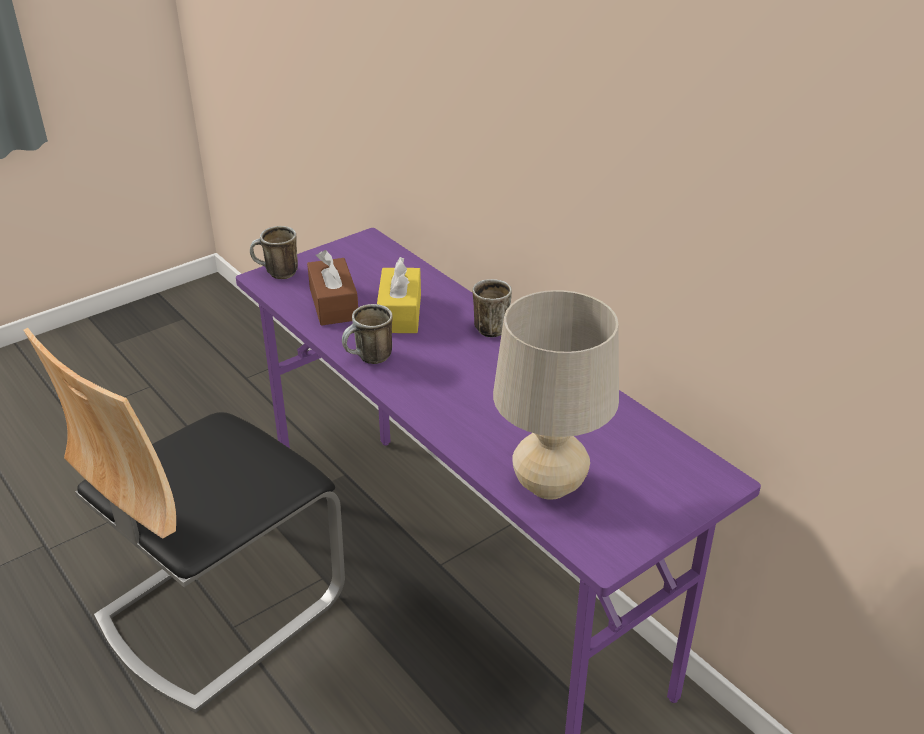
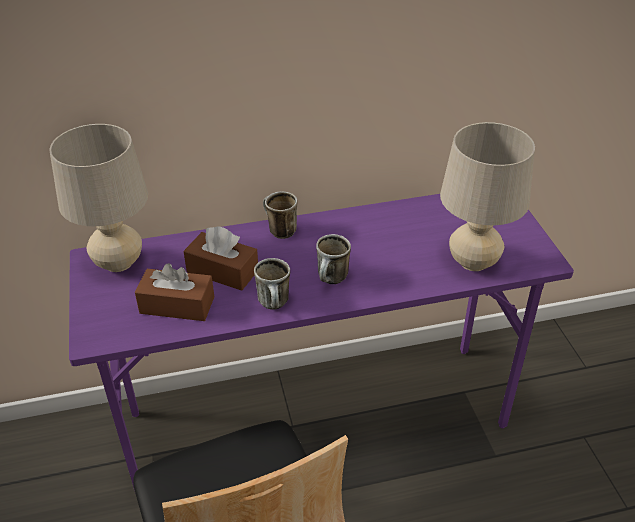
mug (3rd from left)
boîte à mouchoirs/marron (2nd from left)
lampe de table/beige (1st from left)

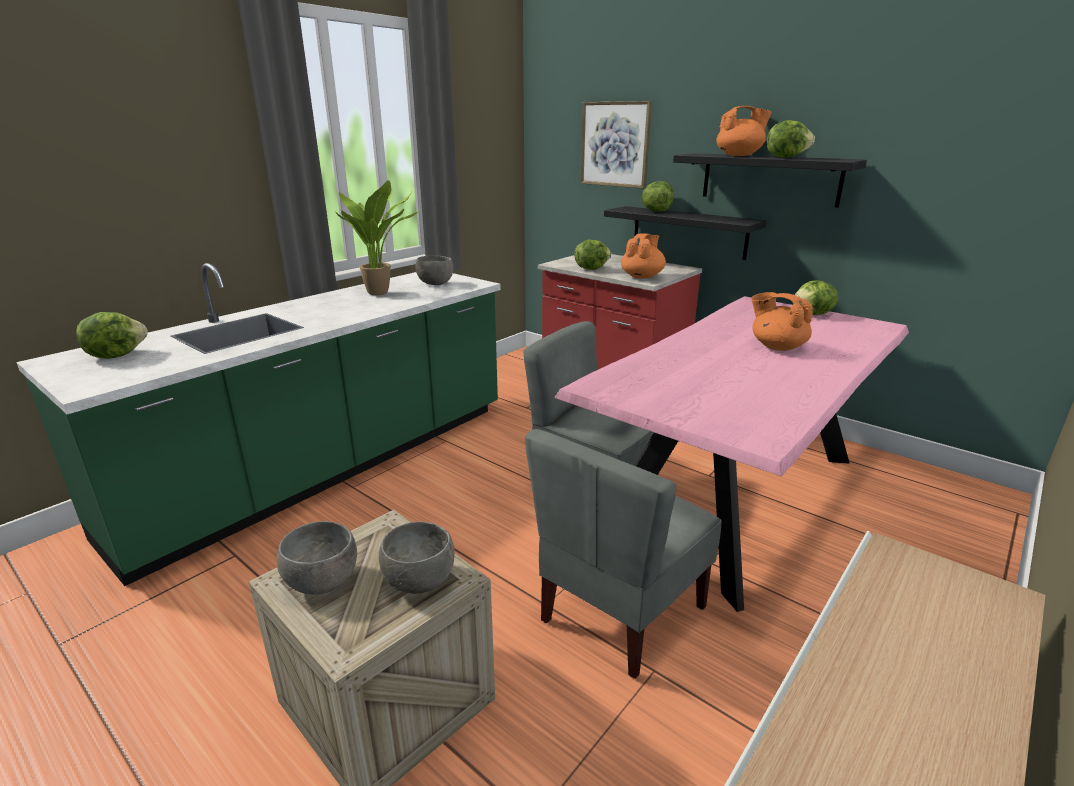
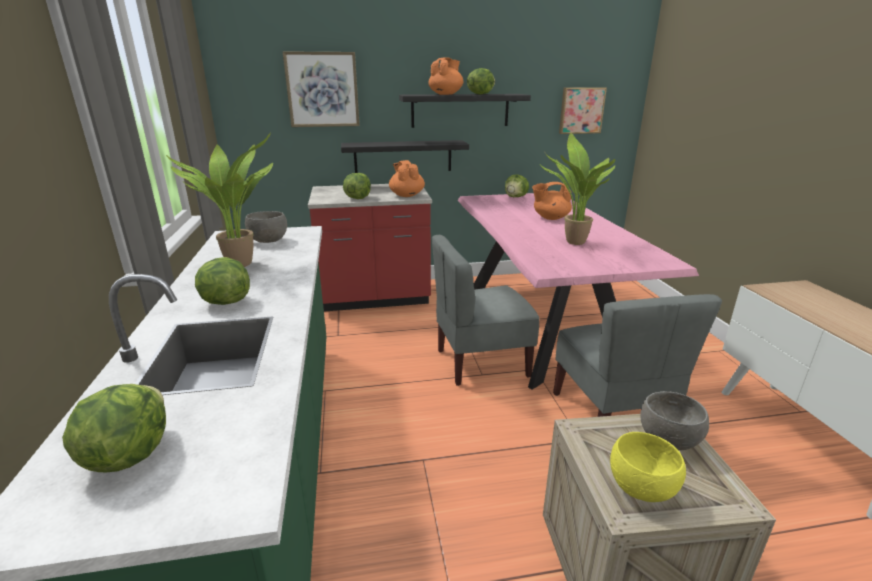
bol/jaune
laitue (2nd from left)
plante en pot (2nd from left)
tableau (2nd from left)

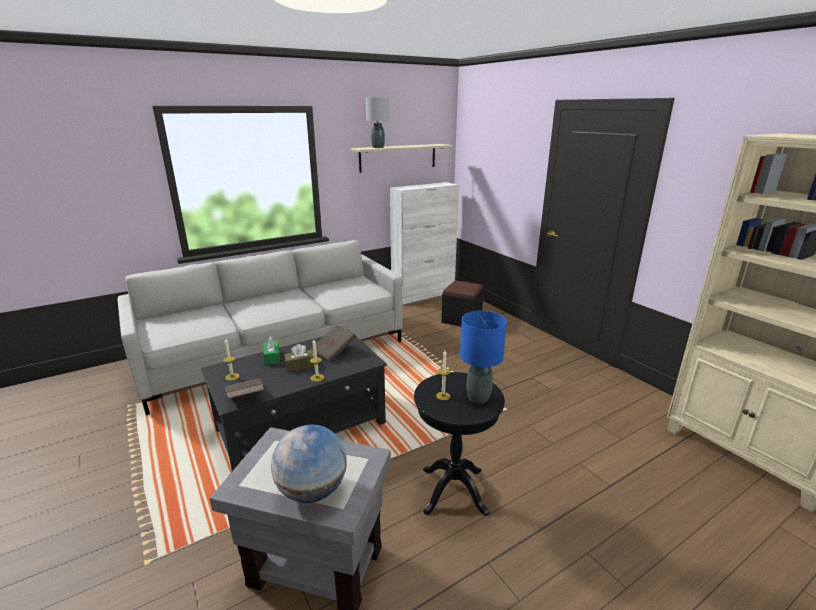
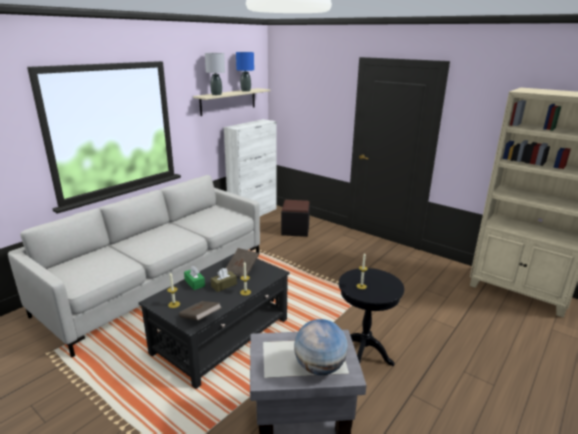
lampe de table/bleu

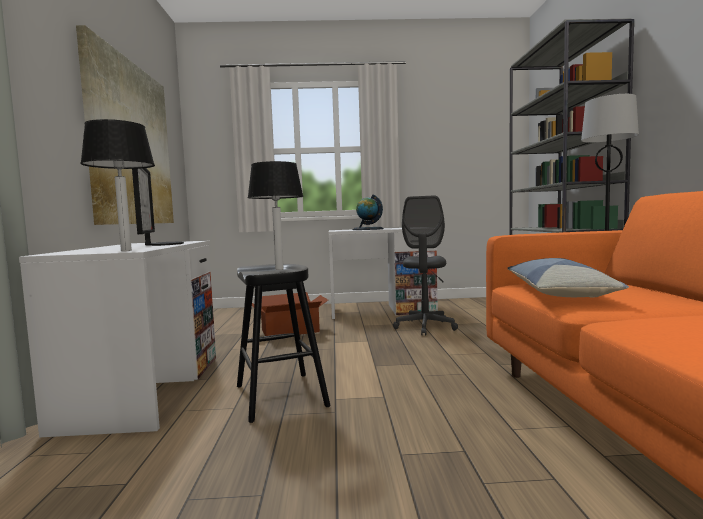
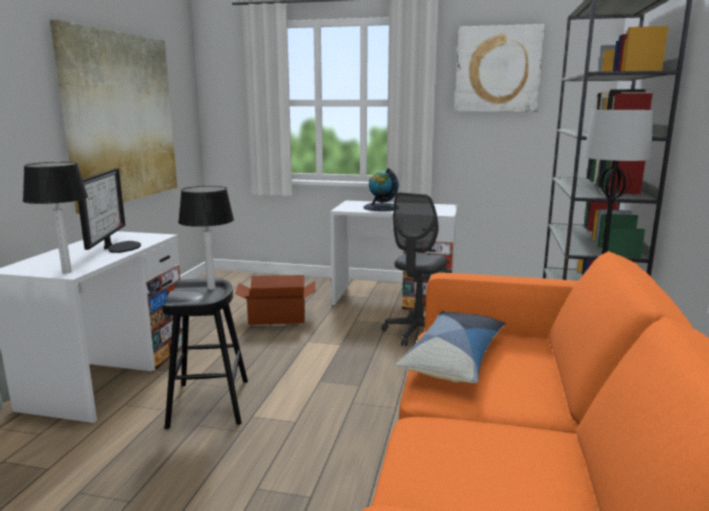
tableau (2nd from left)

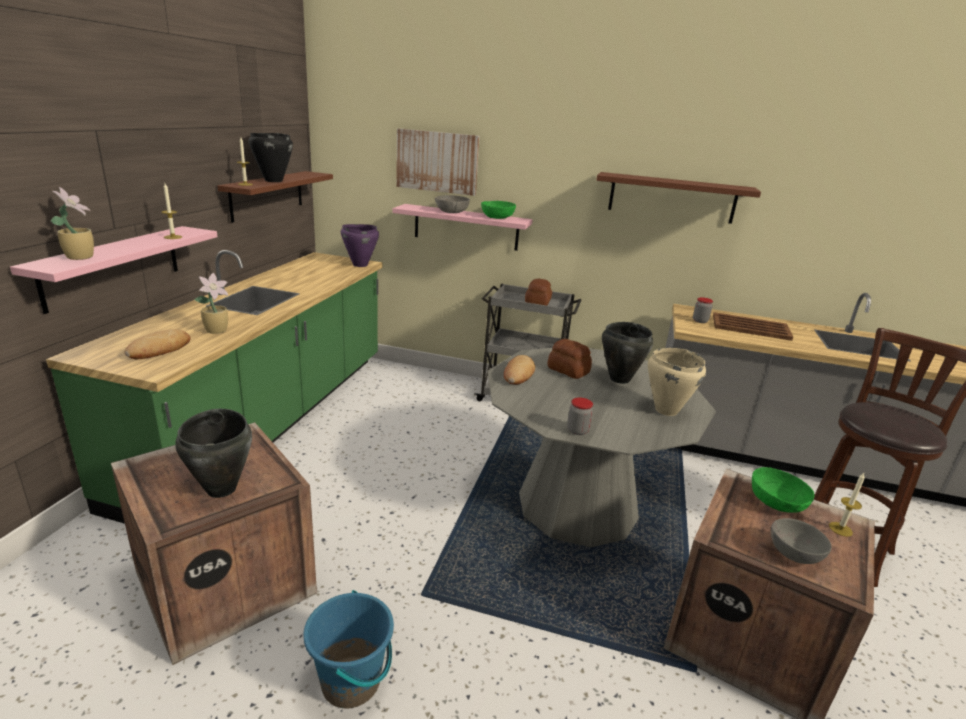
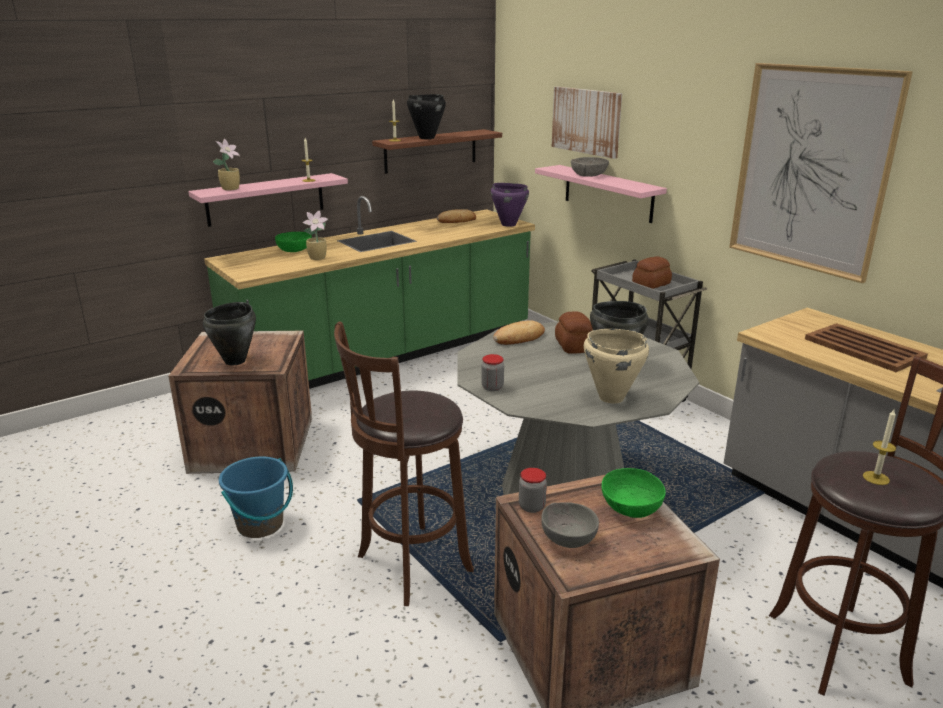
pain (1st from left)
bol/vert (1st from left)
tableau (2nd from left)
bocal (2nd from left)
bougie (3rd from left)
tabouret/marron (1st from left)

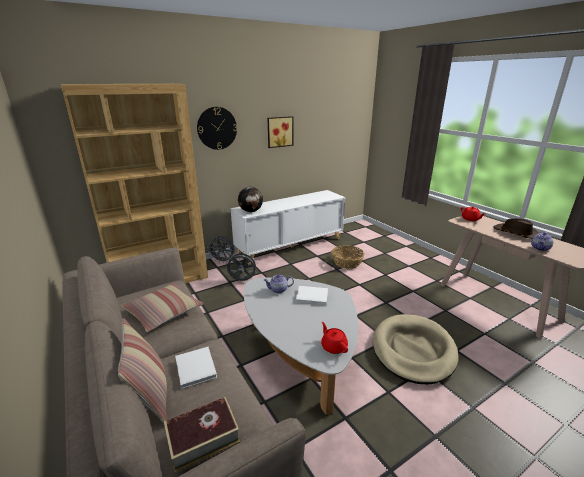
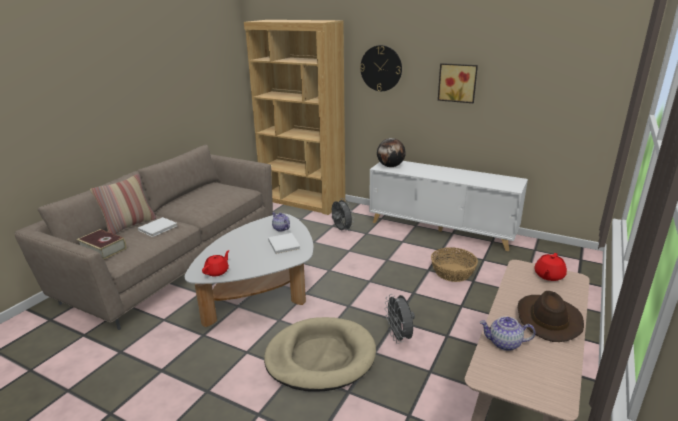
coussin (2nd from left in the first image)
ventilateur/gris (2nd from left)

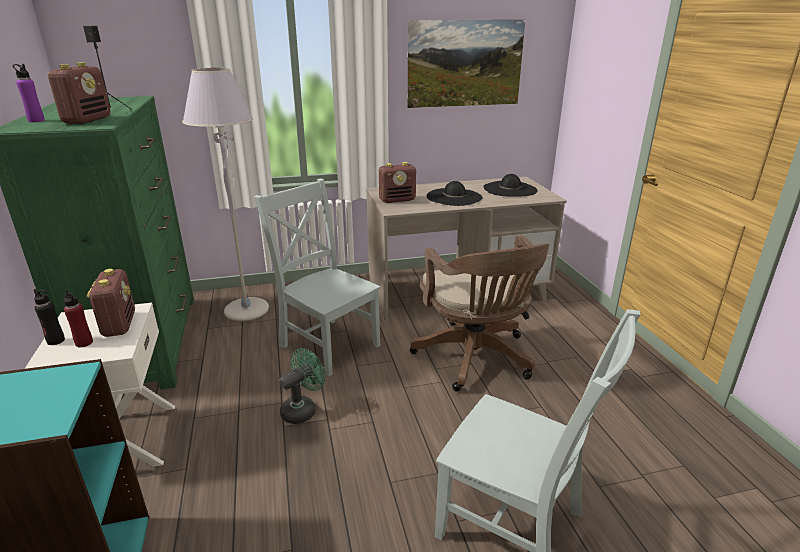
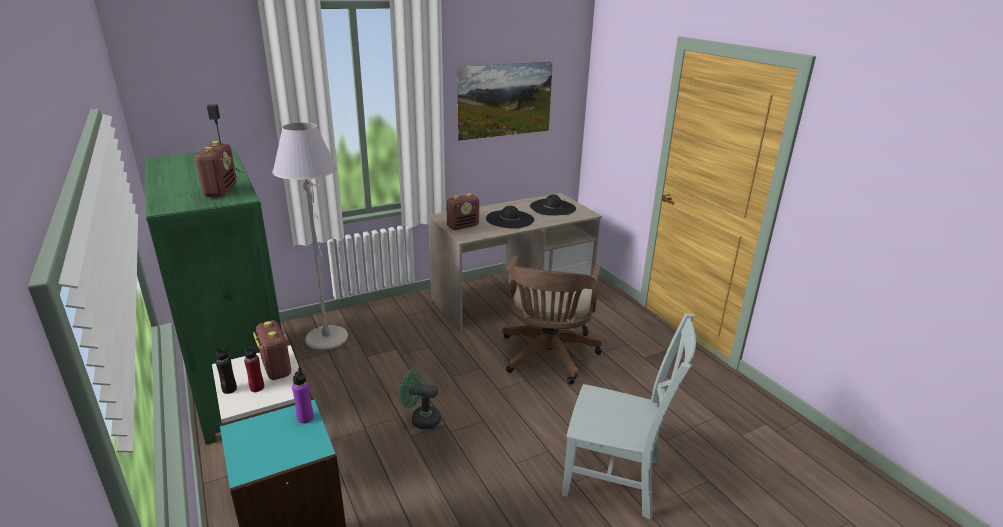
bouteille/violet
chaise/gris (1st from left in the first image)
ventilateur/vert
chaise de bureau/marron

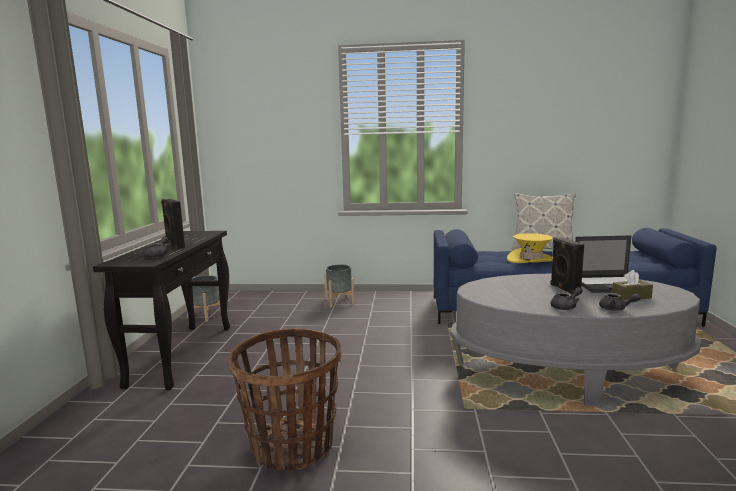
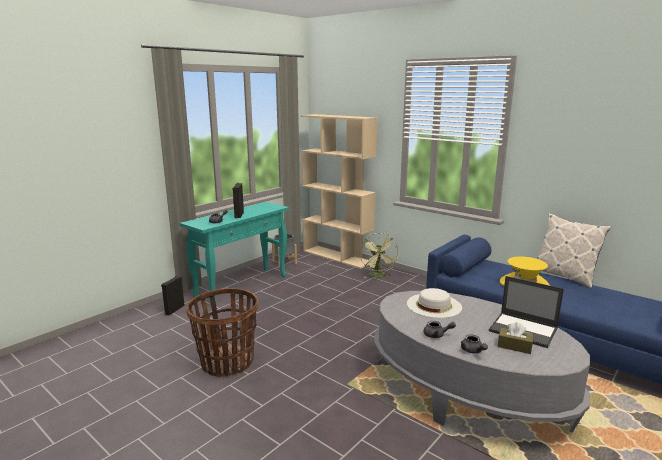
table console/turquoise
ventilateur/vert
enceinte/noir (1st from left)
bibliothèque/beige
chapeau/blanc

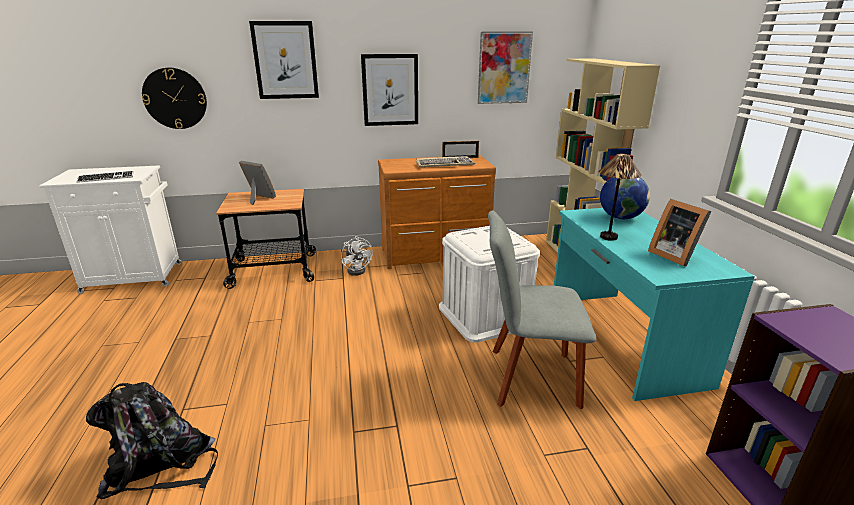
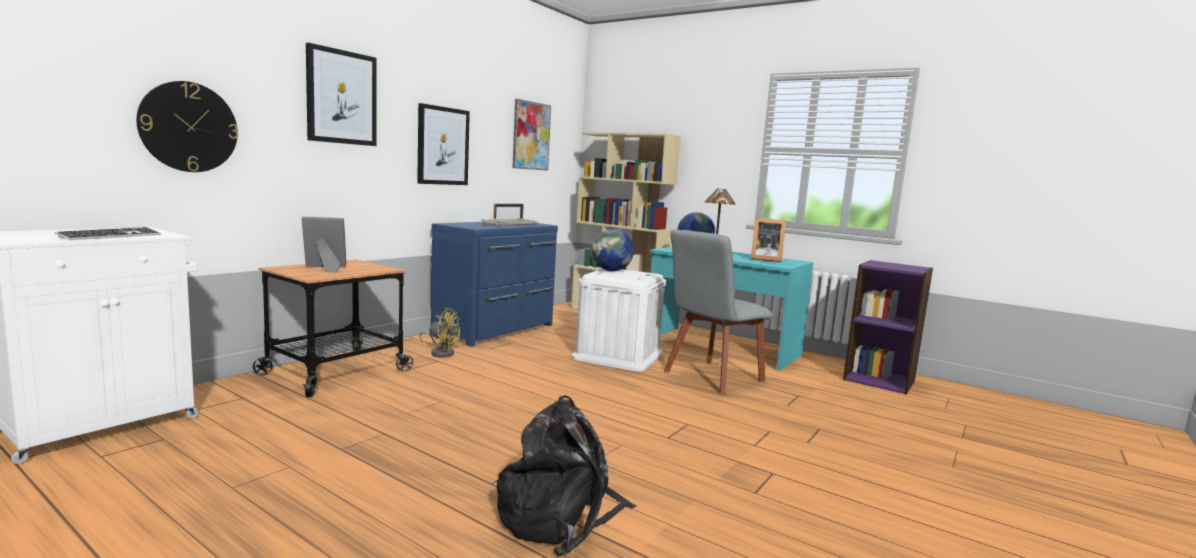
ventilateur/jaune
commode/bleu
globe (1st from left)

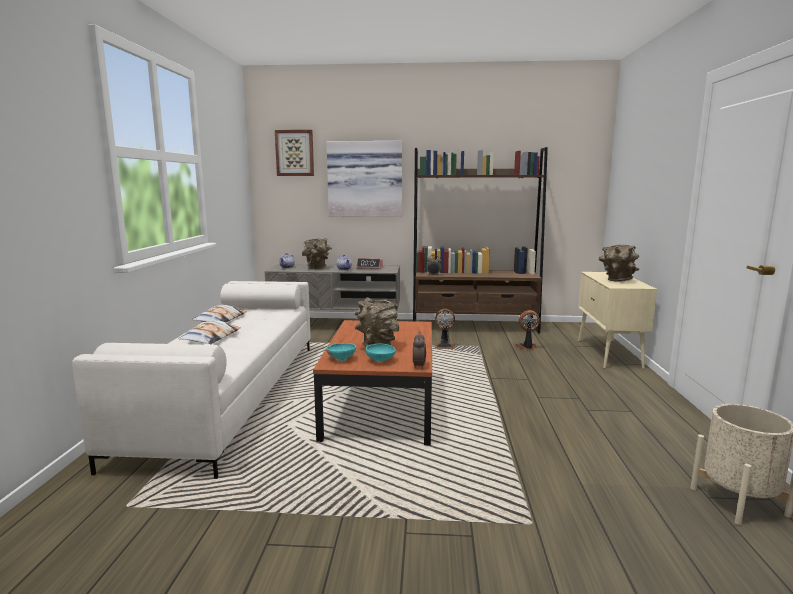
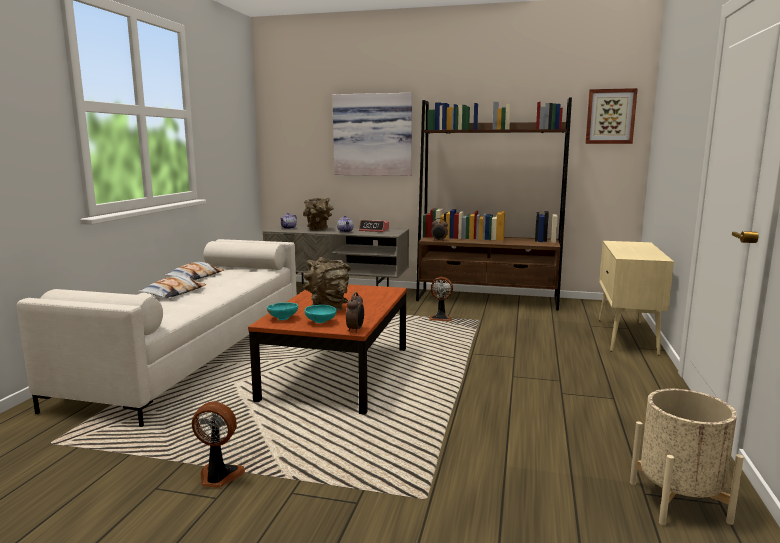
tableau (2nd from left)
ventilateur (1st from left)
vase/marron (3rd from left in the first image)

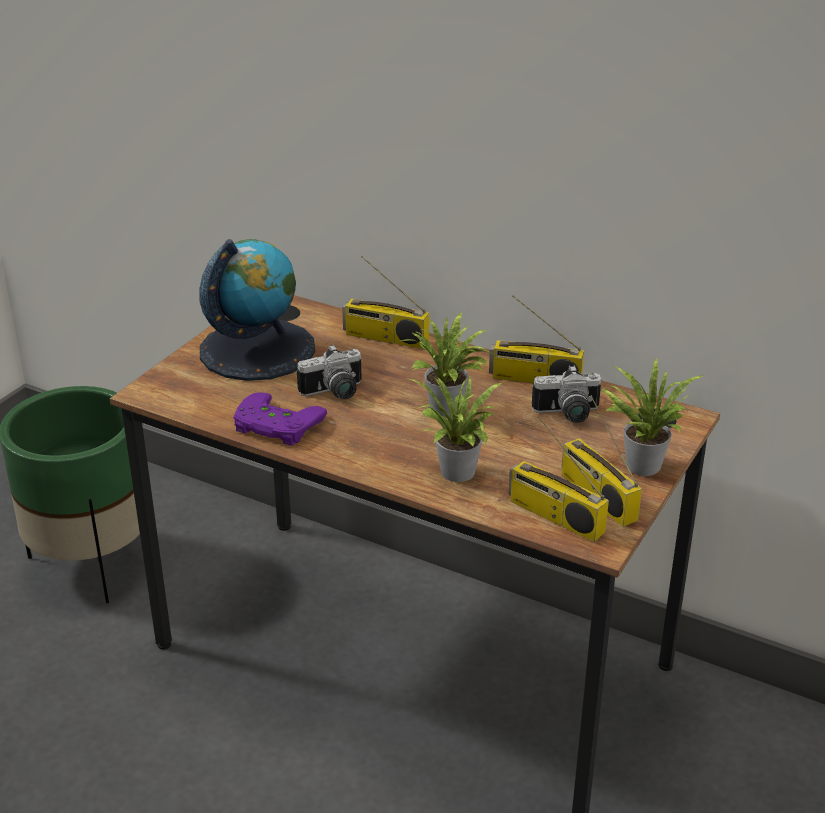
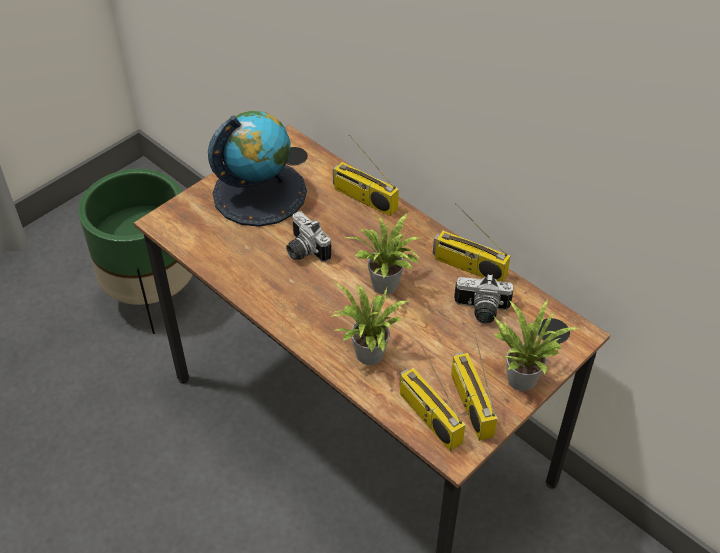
manette/violet
appareil photo (1st from left)

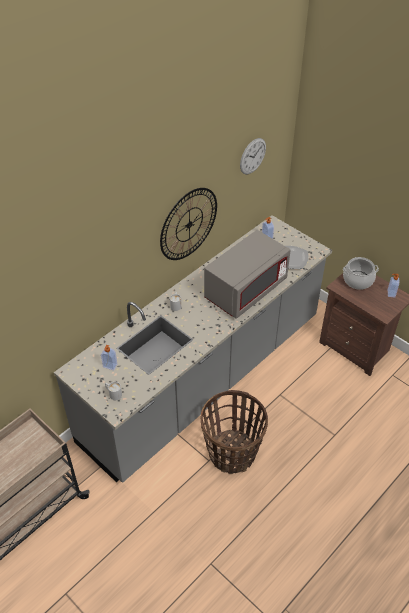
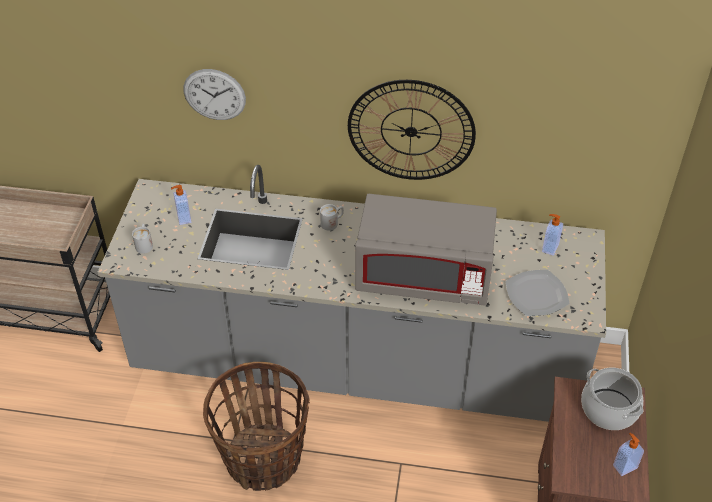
horloge murale (1st from left)

